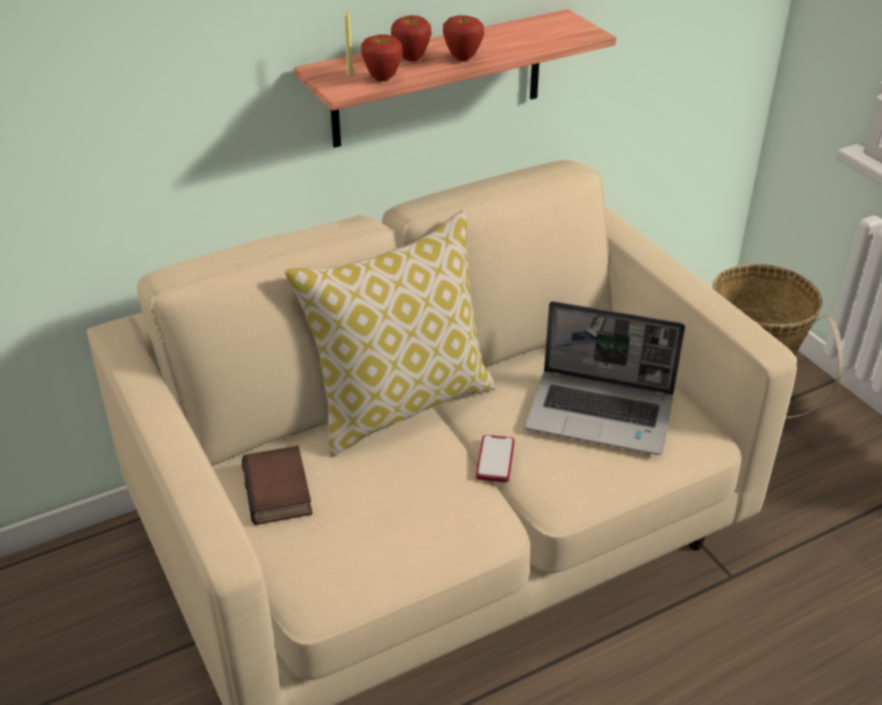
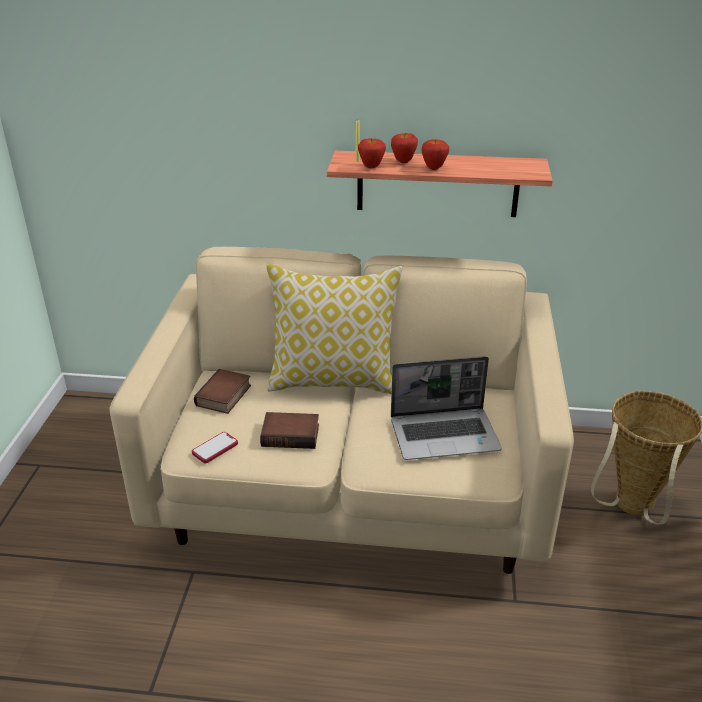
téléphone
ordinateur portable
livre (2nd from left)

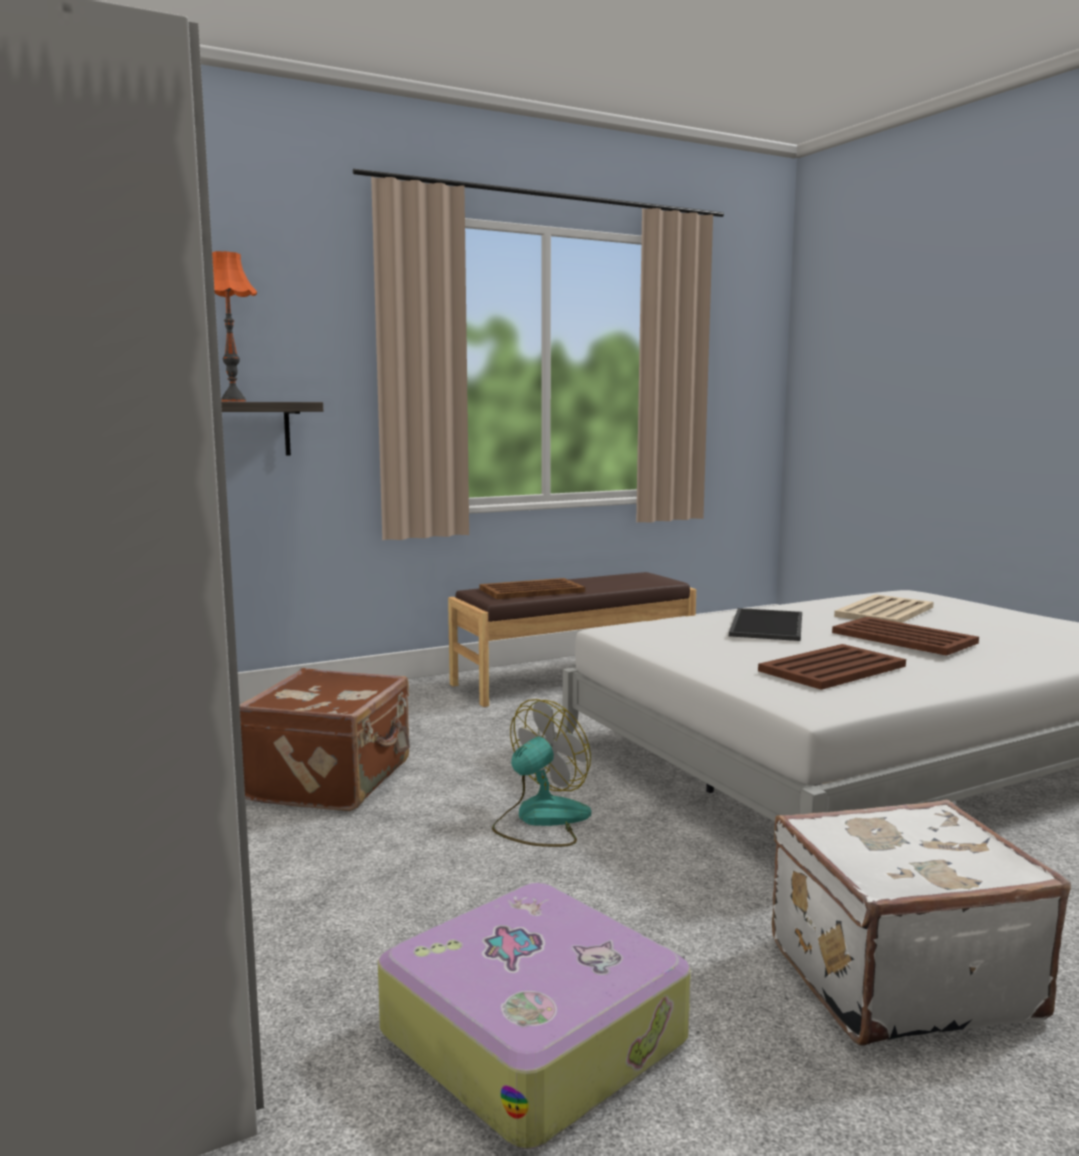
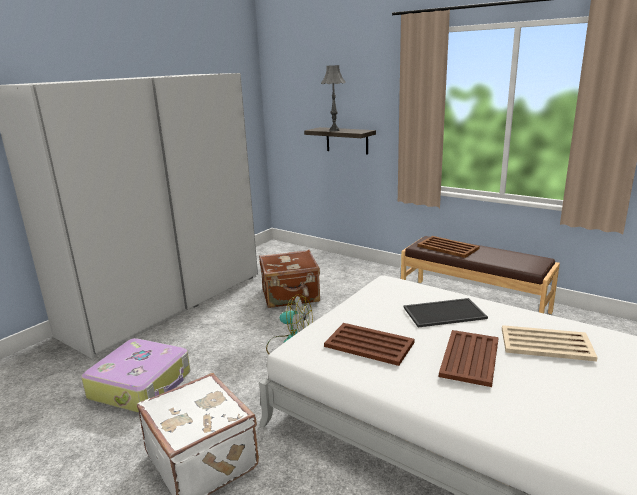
lampe de table/gris

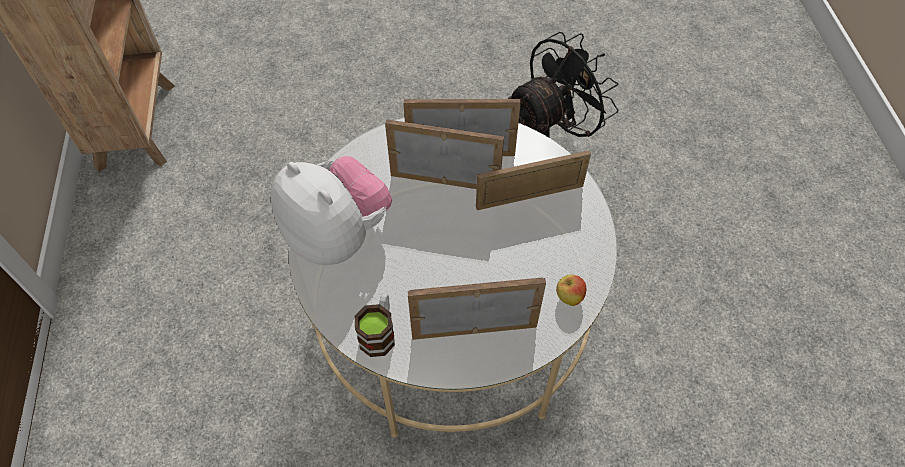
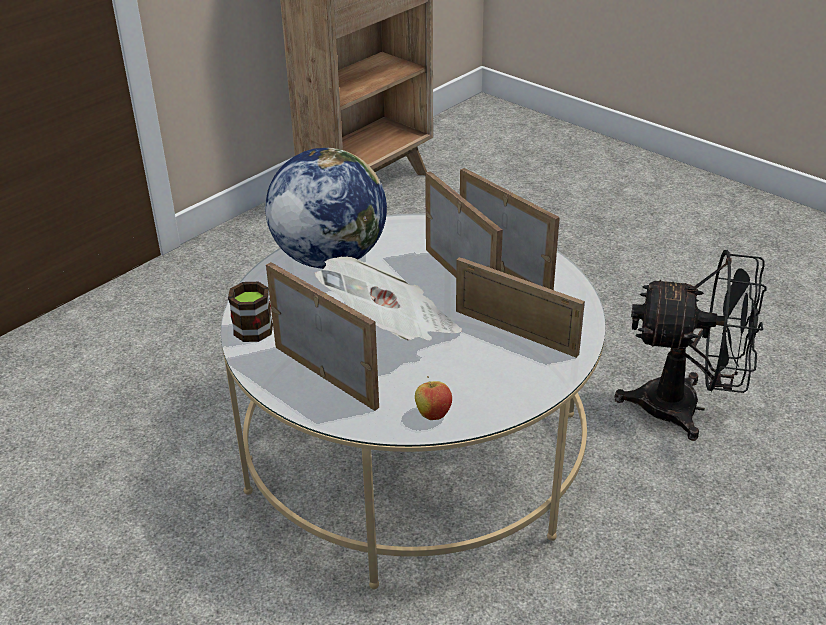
globe
journal

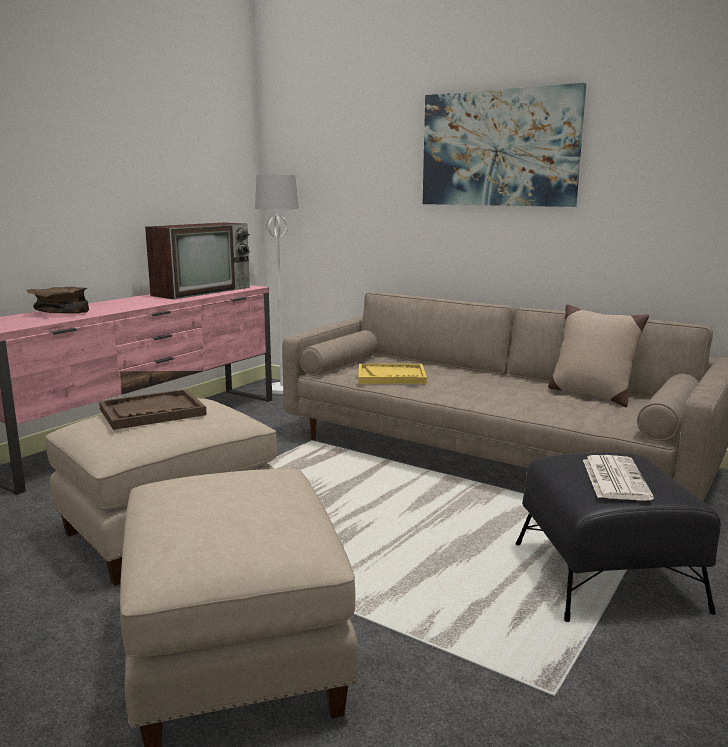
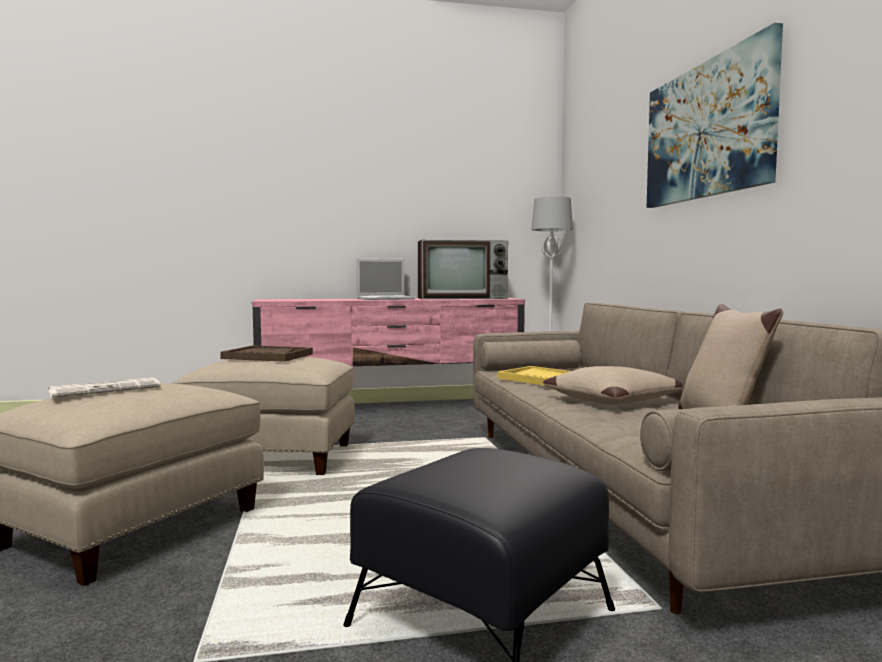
bol/marron
journal
ordinateur portable
coussin/beige (1st from left)

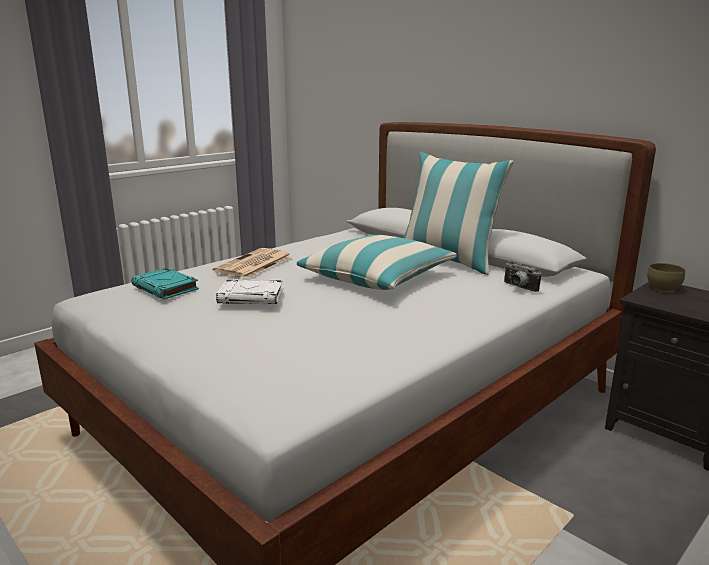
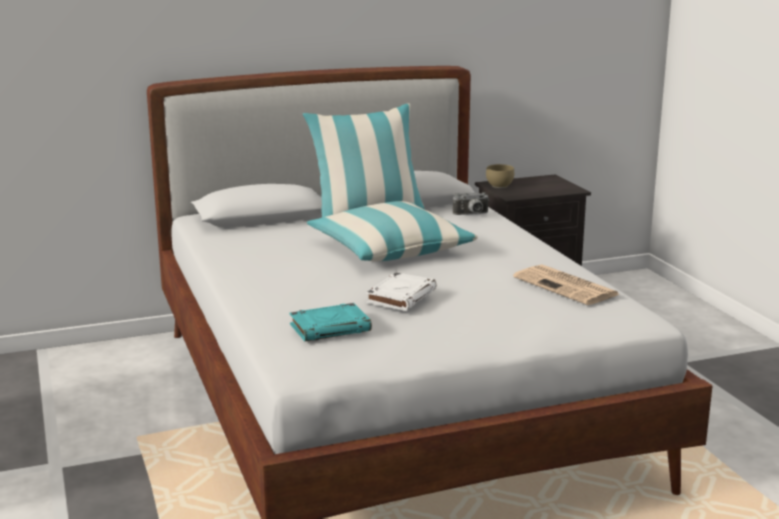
journal

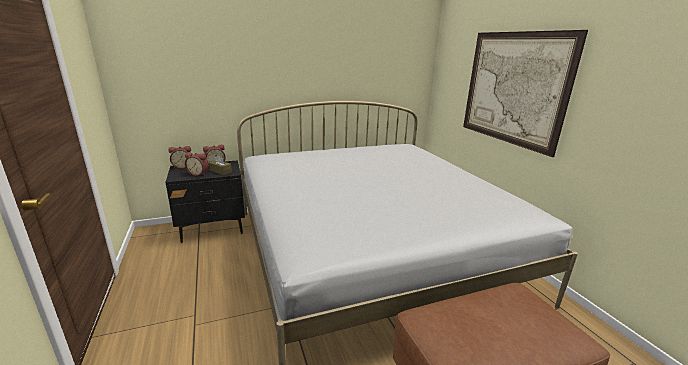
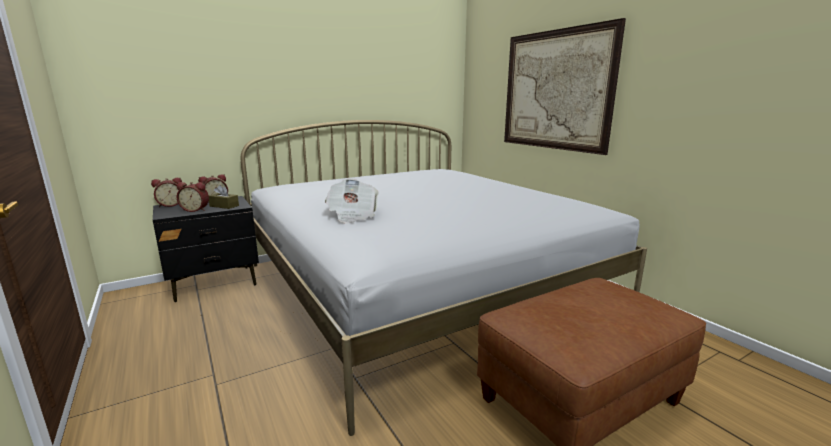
journal

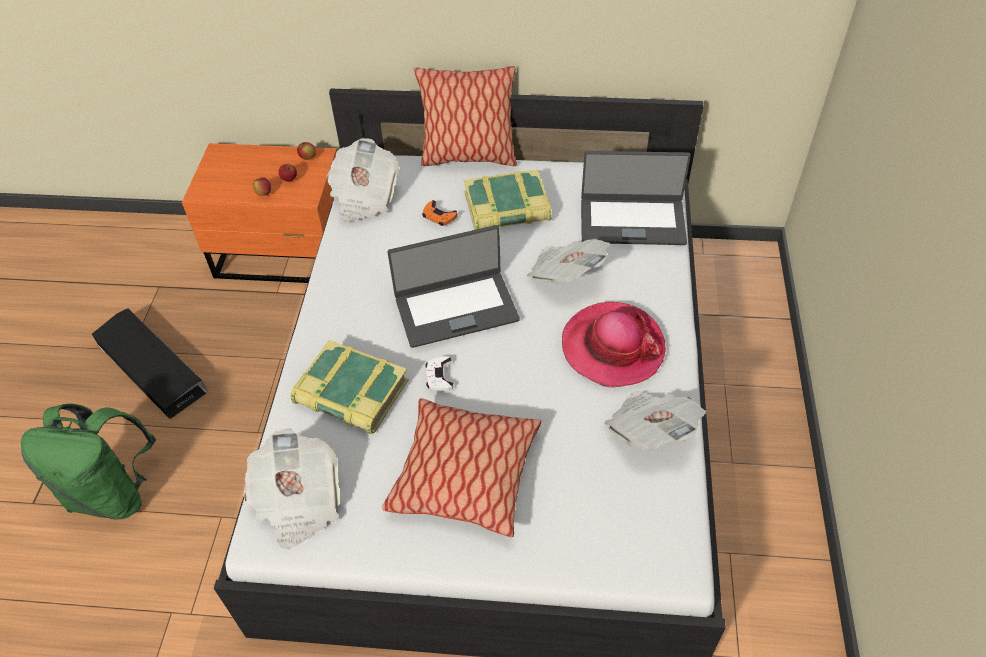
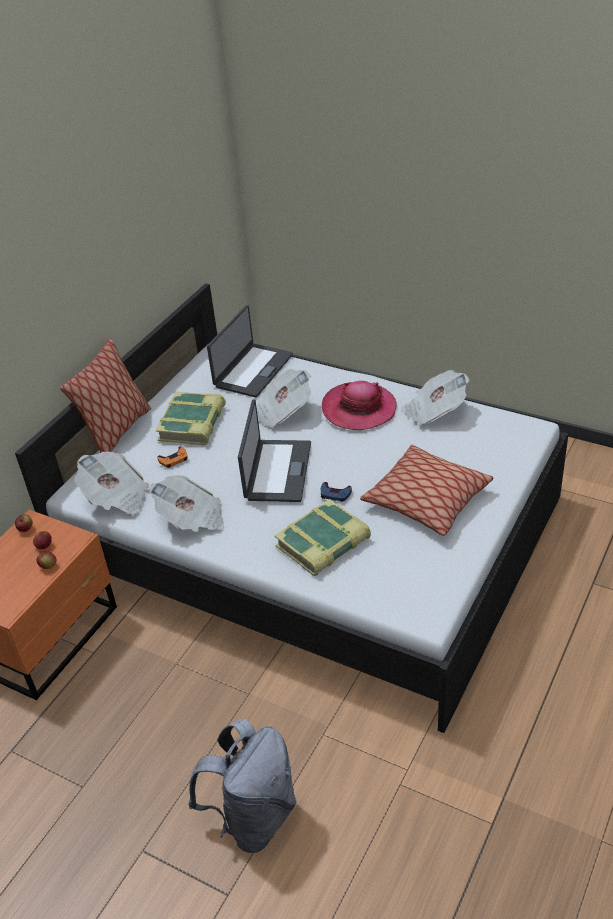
sac à dos/gris
boîte de rangement/noir
journal (2nd from left)
manette/bleu

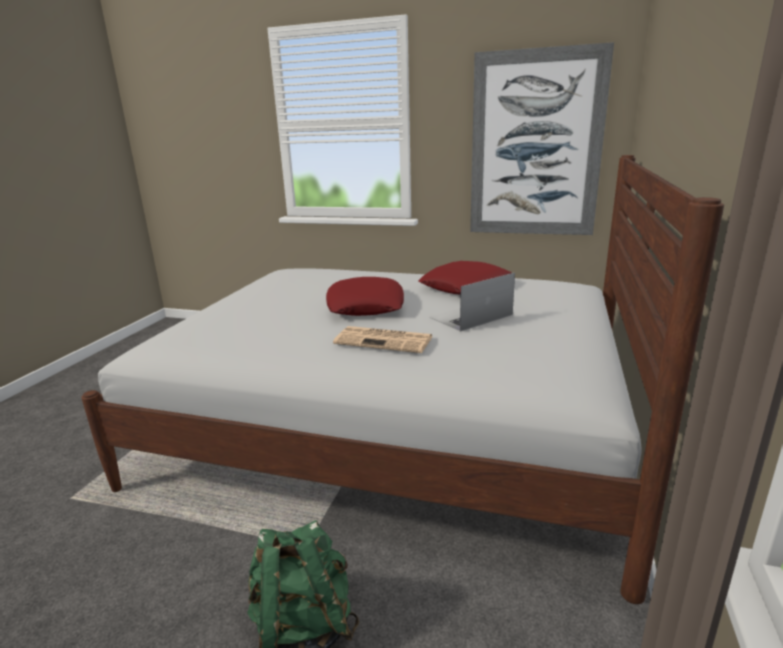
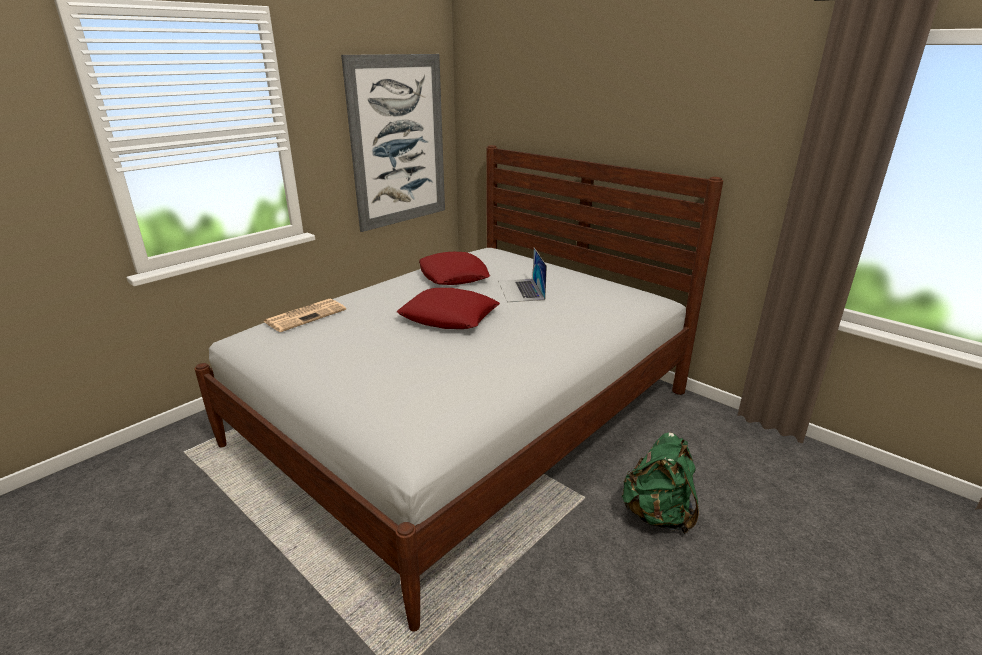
journal

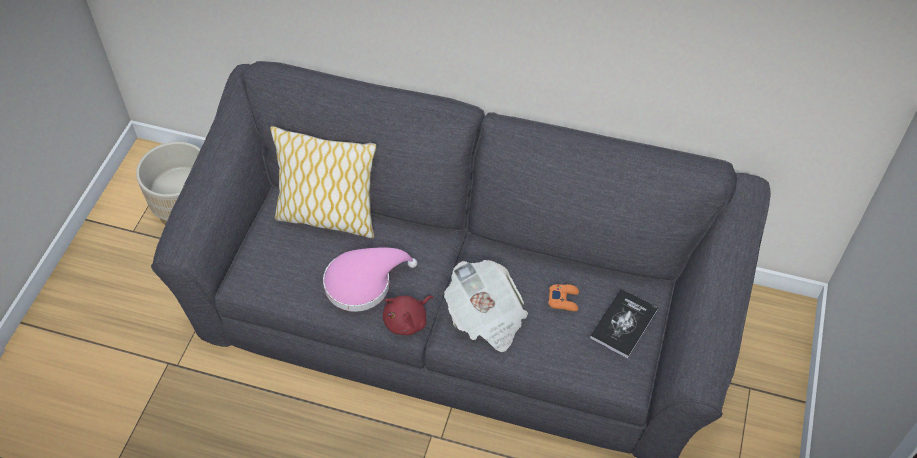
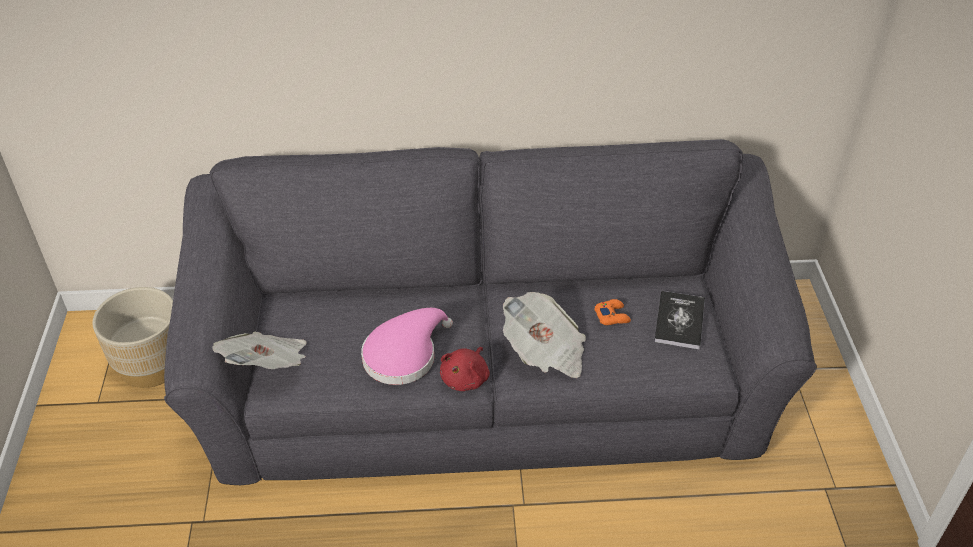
coussin
journal (1st from left)

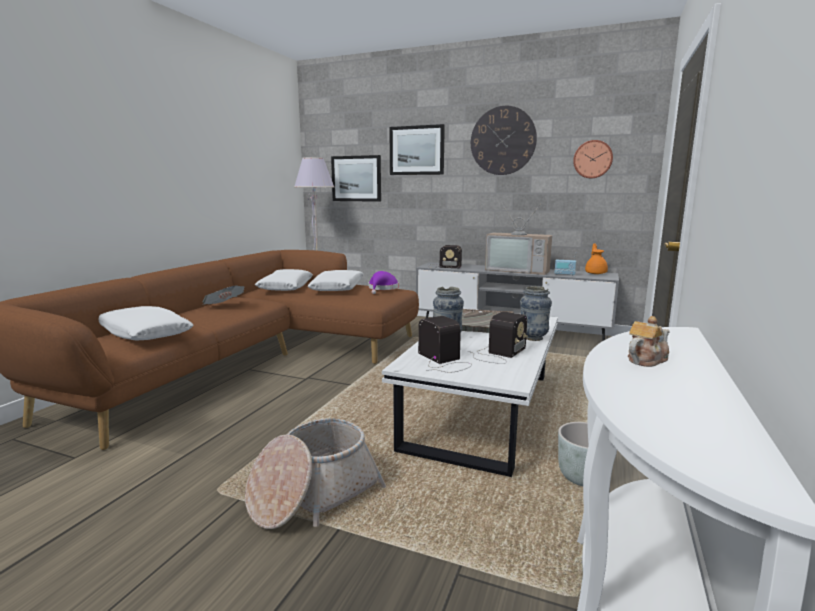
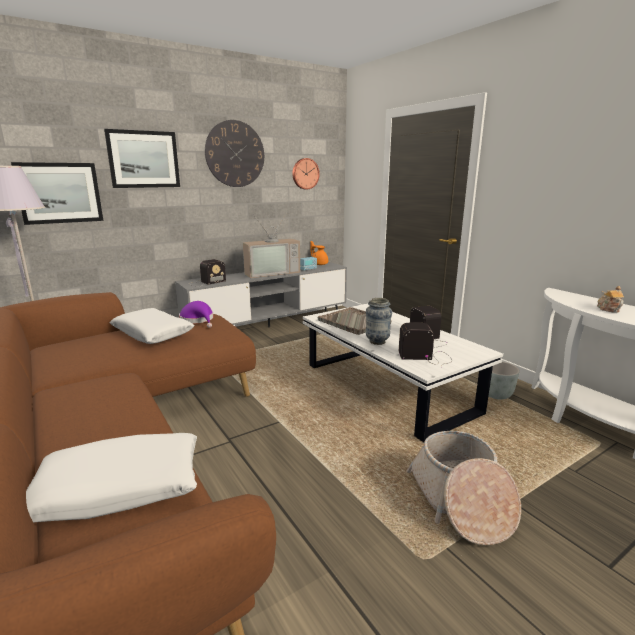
journal
coussin/blanc (2nd from left in the first image)
vase (2nd from left in the first image)

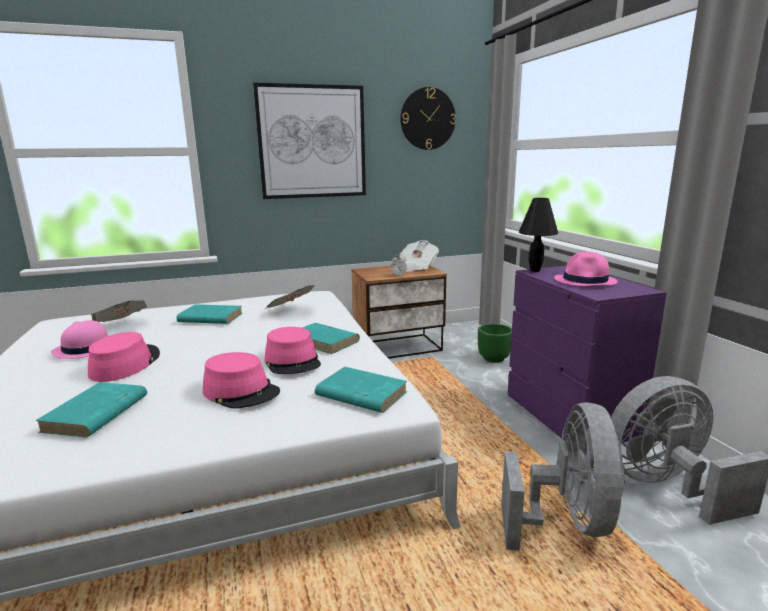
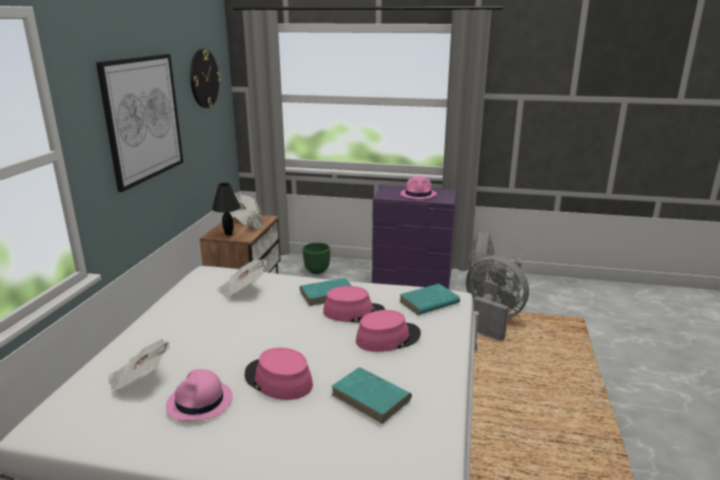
livre/turquoise (2nd from left in the first image)
lampe de table/noir

